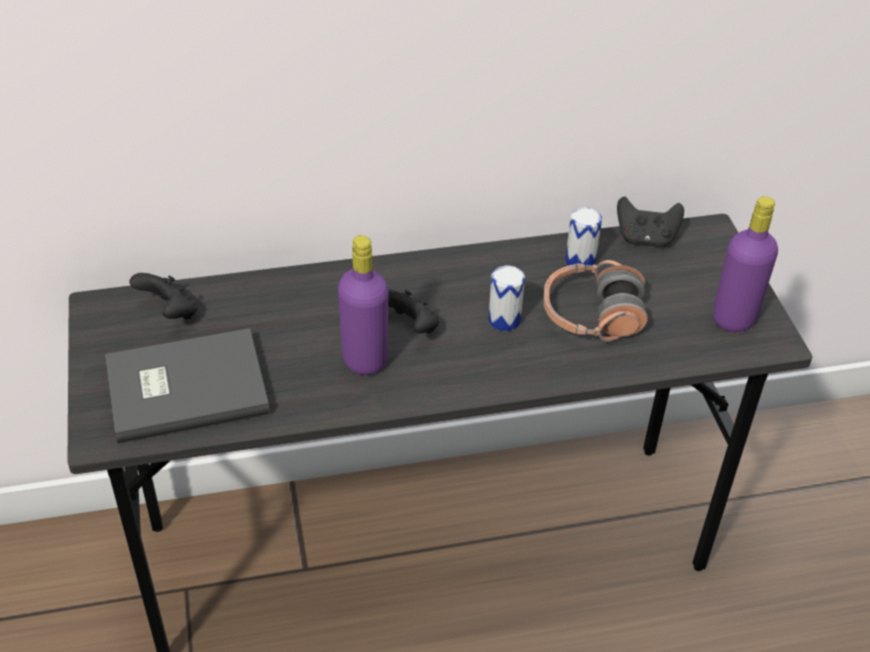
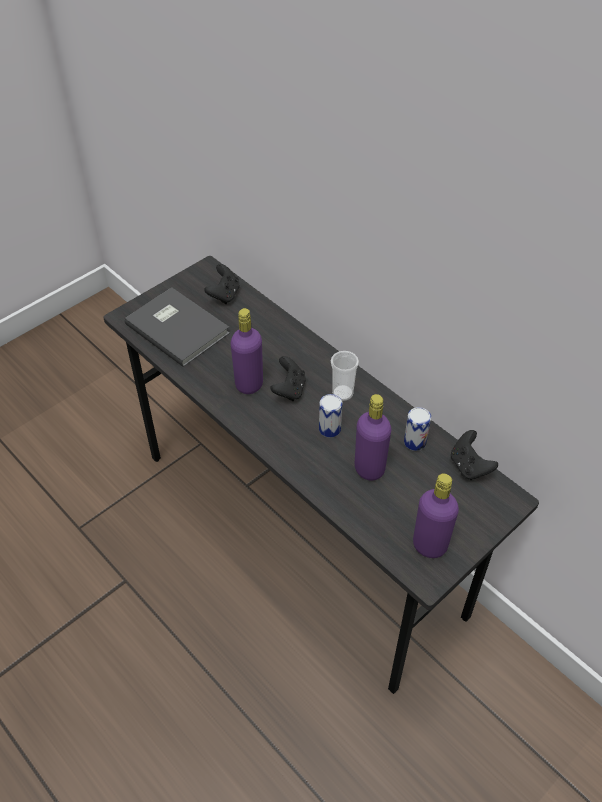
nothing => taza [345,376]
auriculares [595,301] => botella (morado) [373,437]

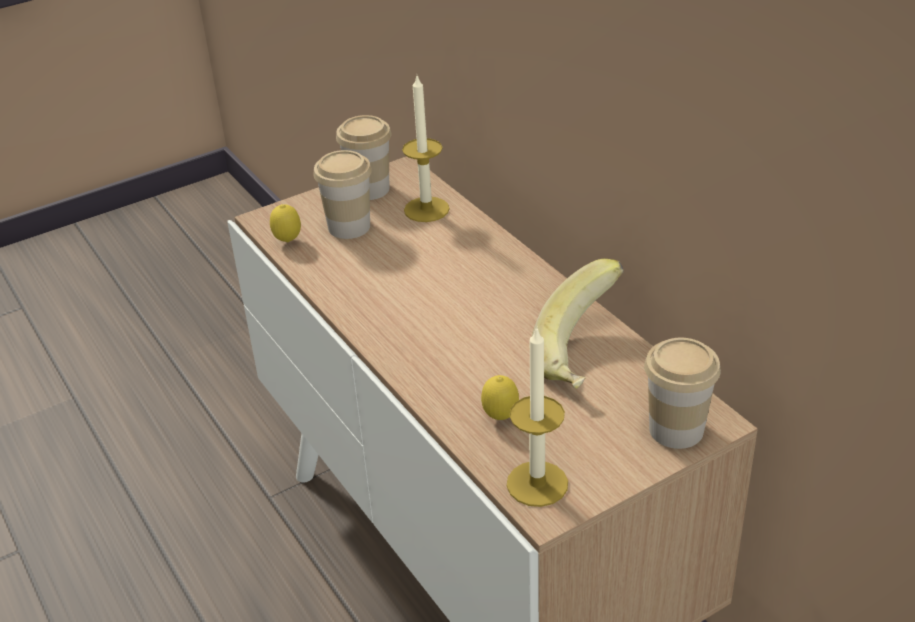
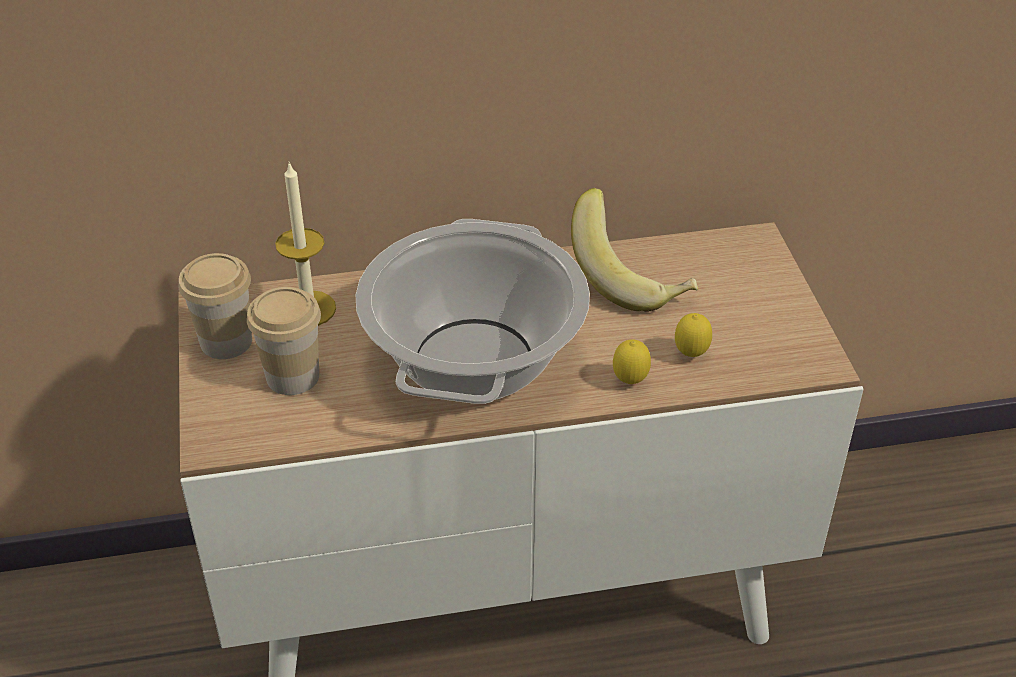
nothing => olla [473,311]
limón [285,223] => limón [632,361], shifted
vela [537,417] => nothing
taza [682,393] => nothing

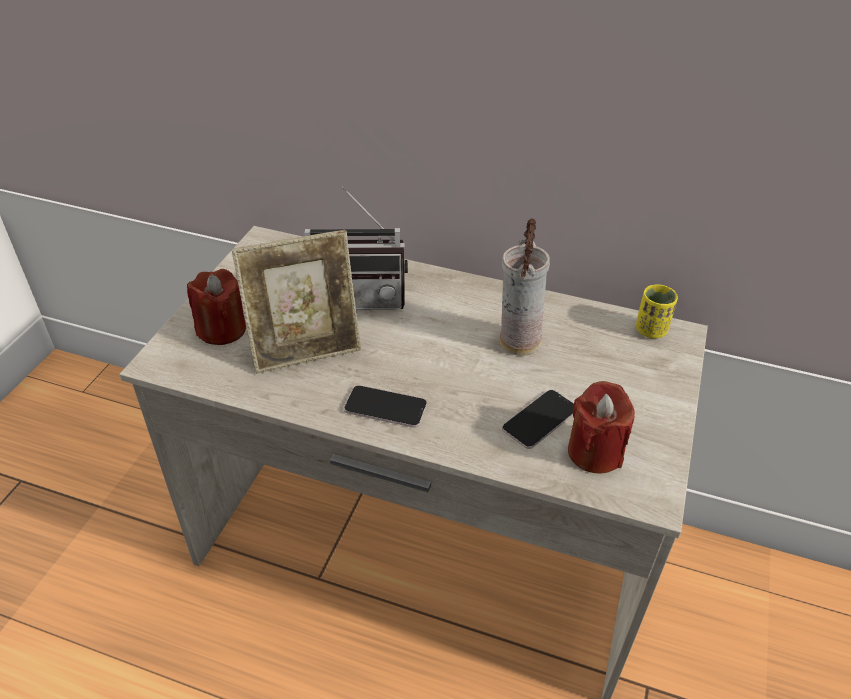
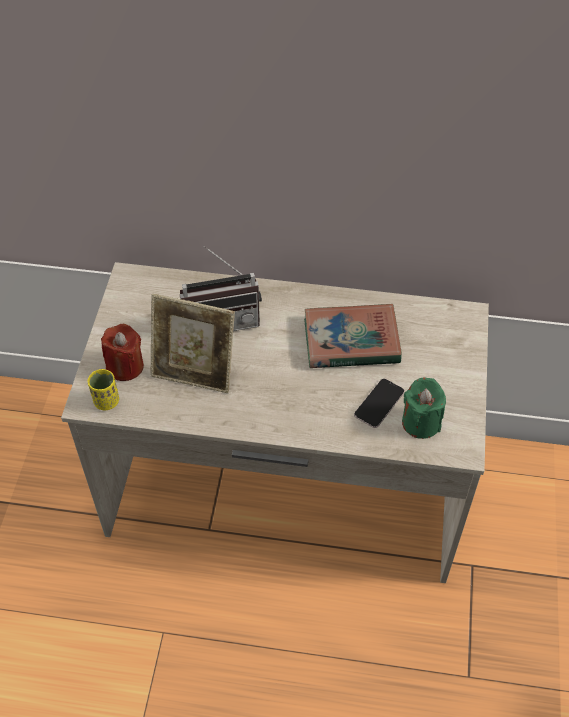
taza (amarillo) [657,311] => taza (amarillo) [103,389], shifted
portarretratos [296,302] => portarretratos [193,343], 45 degrees clockwise
florero [524,287] => libro [353,336]
vela (rojo) [601,427] => vela (verde) [424,408]
móvil [385,406] => nothing

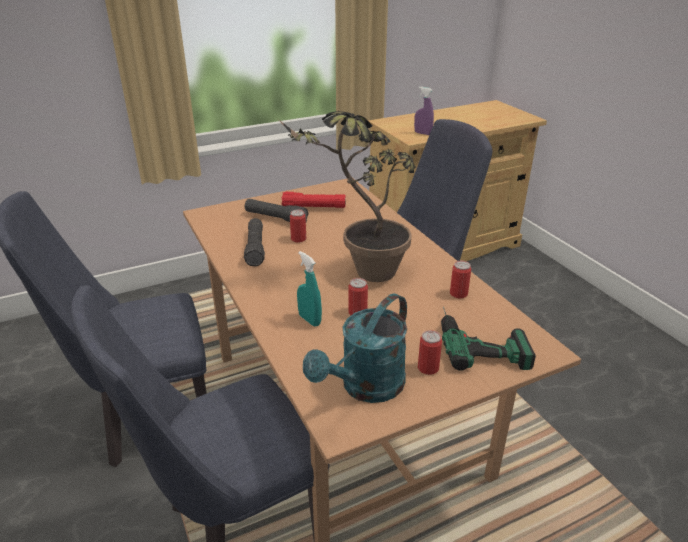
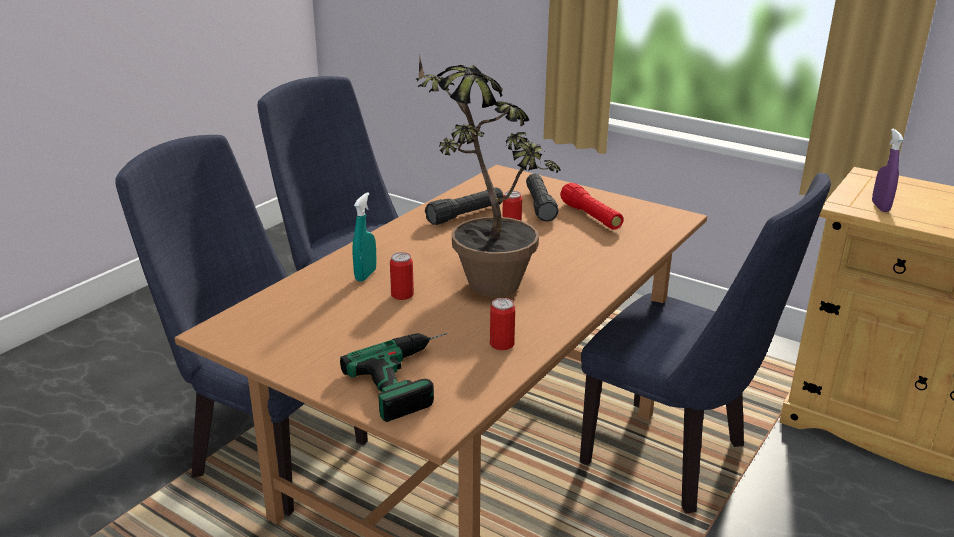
regadera (turquesa) [355,348] => nothing
lata [430,352] => nothing

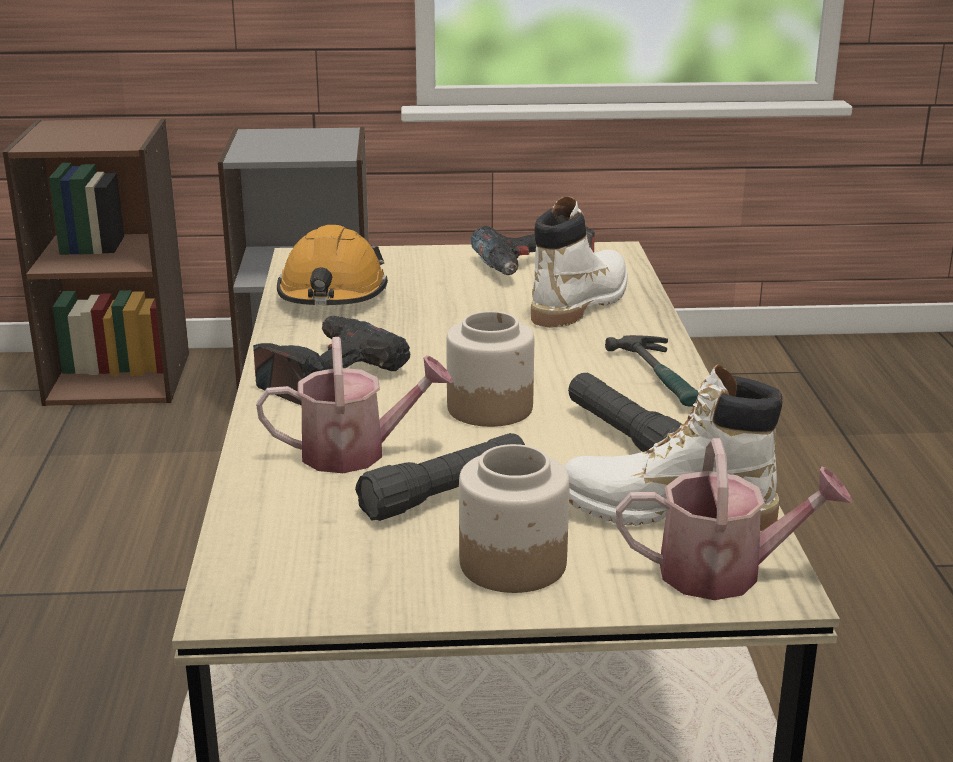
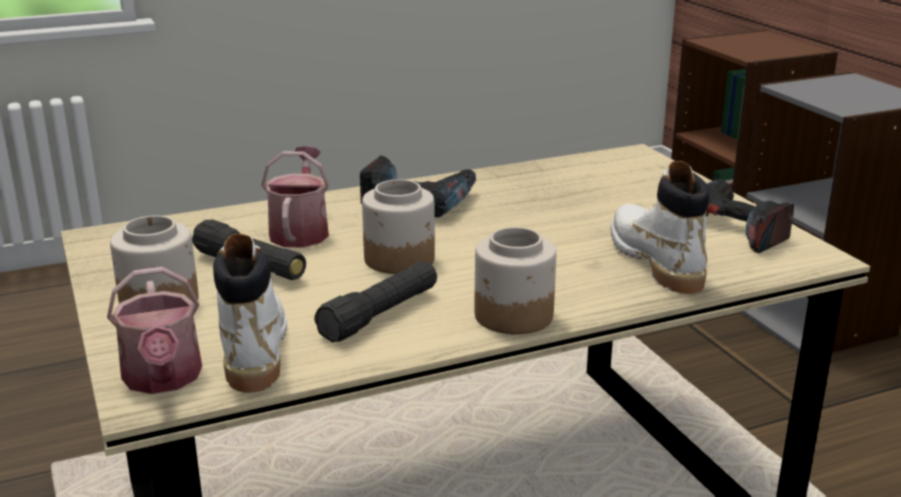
regadera [354,405] => regadera [295,196], 150 degrees counterclockwise
martillo [652,370] => tarro [515,280]
bota (blanco) [579,262] => bota (blanco) [660,227], 120 degrees counterclockwise
casco (naranja) [332,265] => nothing

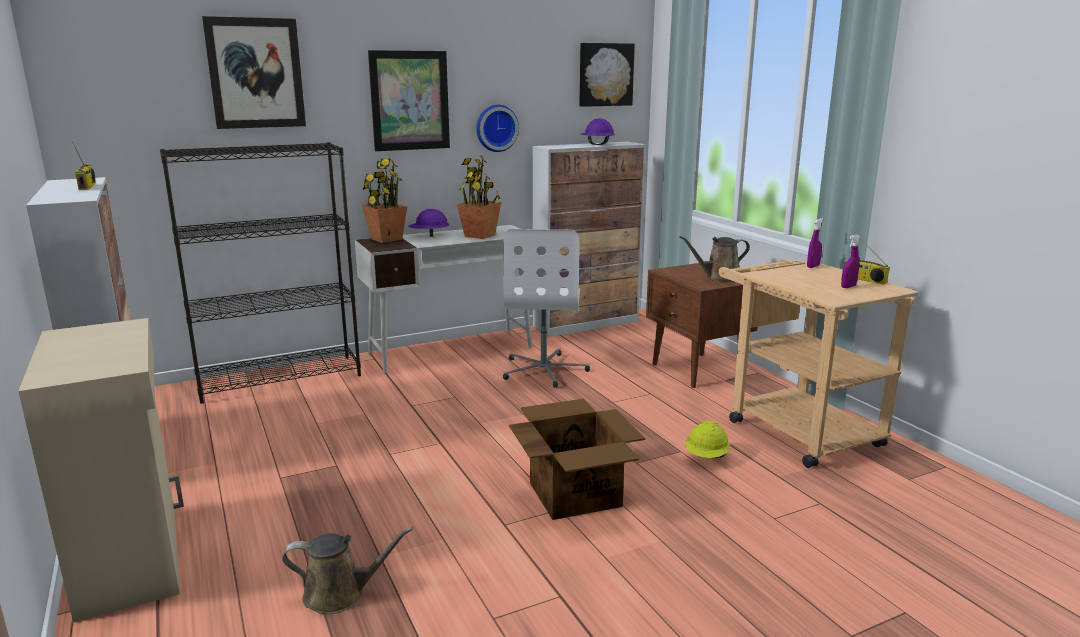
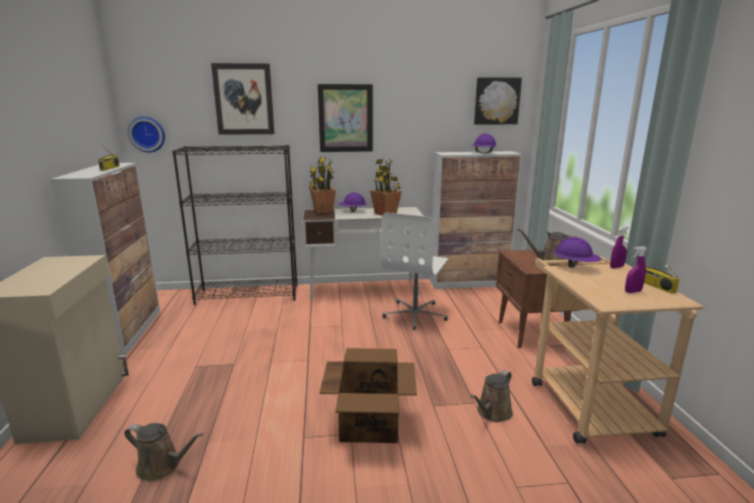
reloj de pared [497,128] => reloj de pared [146,134], shifted
casco (amarillo) [707,439] => regadera (marrón) [491,396]
nothing => casco (morado) [577,252]

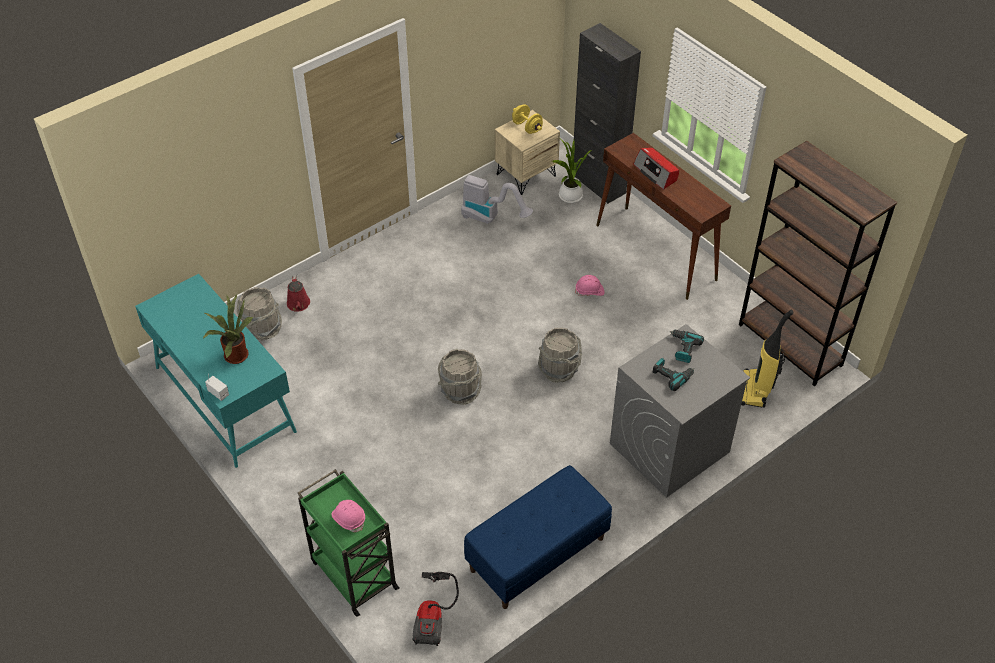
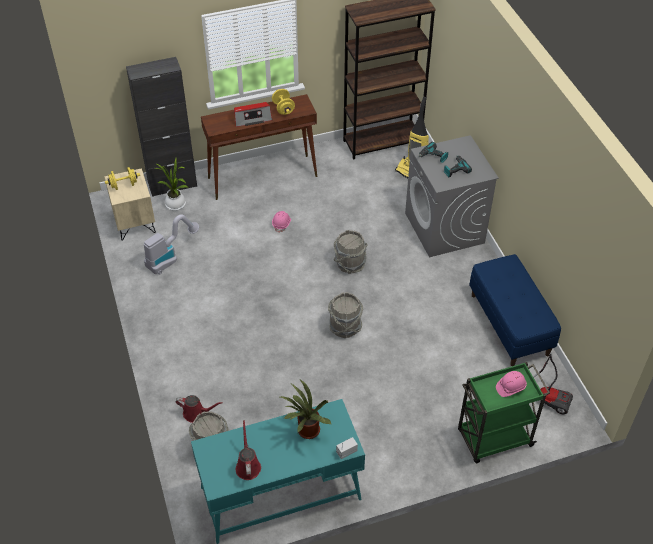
nothing => regadera (rojo) [248,450]
nothing => mancuerna (amarillo) [283,102]

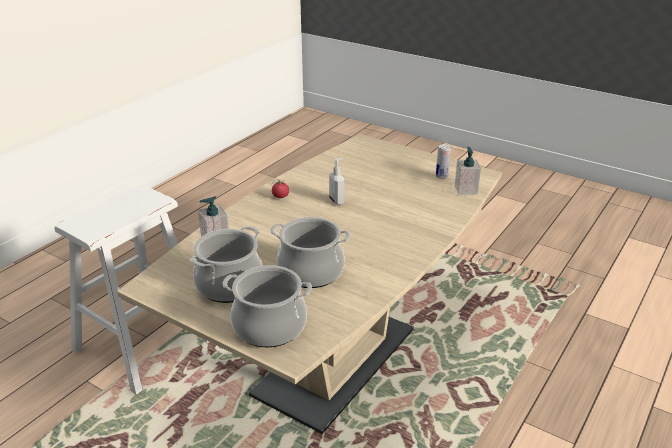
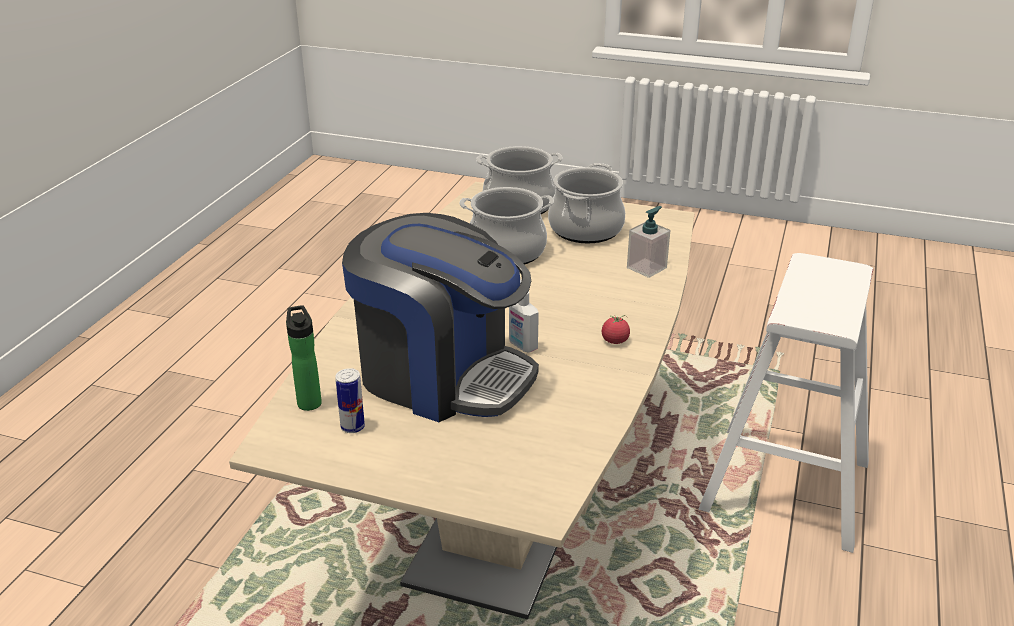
dispensador de jabón [468,171] => botella [304,358]
nothing => cafetera [440,317]

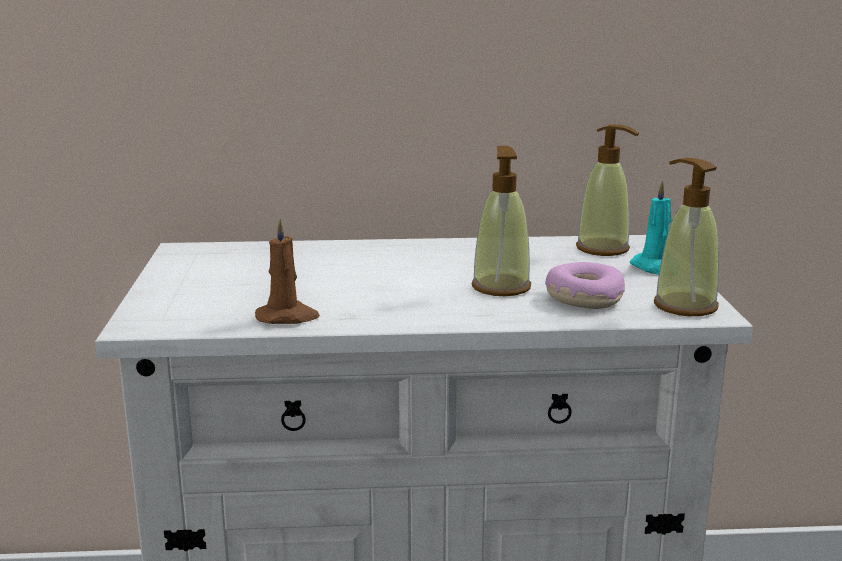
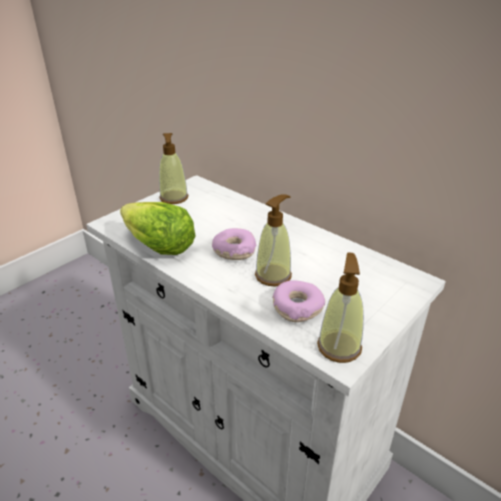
vela (marrón) [287,271] => lechuga [158,228]
dispensador de jabón [607,190] => dispensador de jabón [173,168], shifted
nothing => rosquilla [234,244]
vela (turquesa) [651,227] => nothing

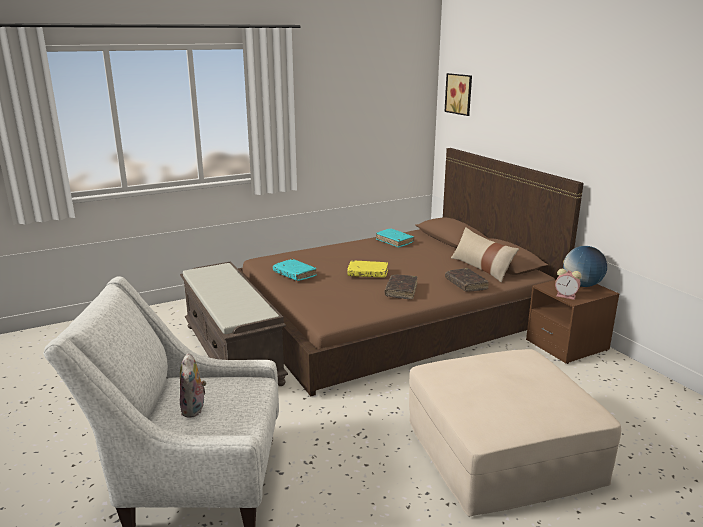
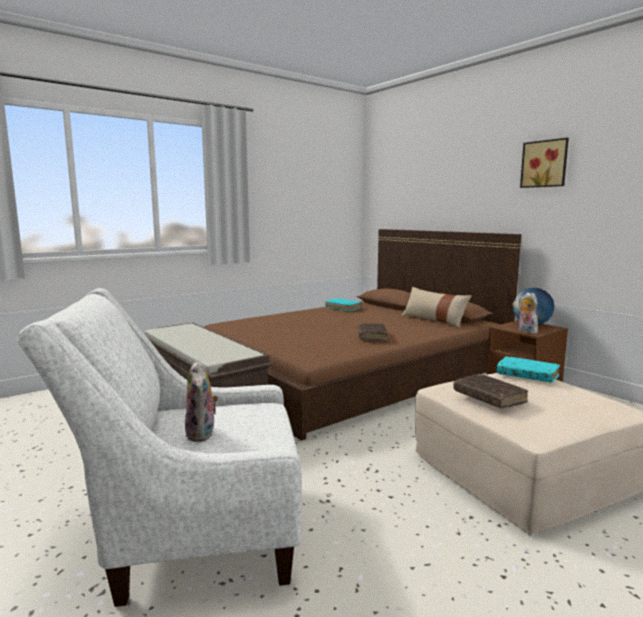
libro (marrón) [467,280] => libro (marrón) [490,391], shifted
libro (turquesa) [295,270] => libro (turquesa) [528,369], shifted
despertador [568,284] => peluche [528,313]
cuadro [458,94] => cuadro [544,163], shifted
libro (amarillo) [367,269] => nothing

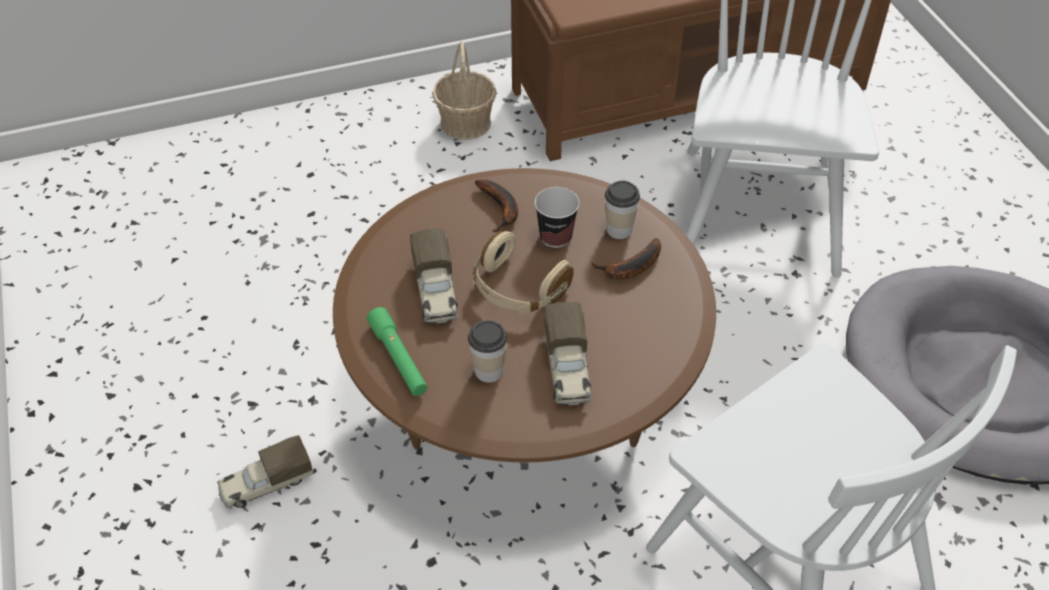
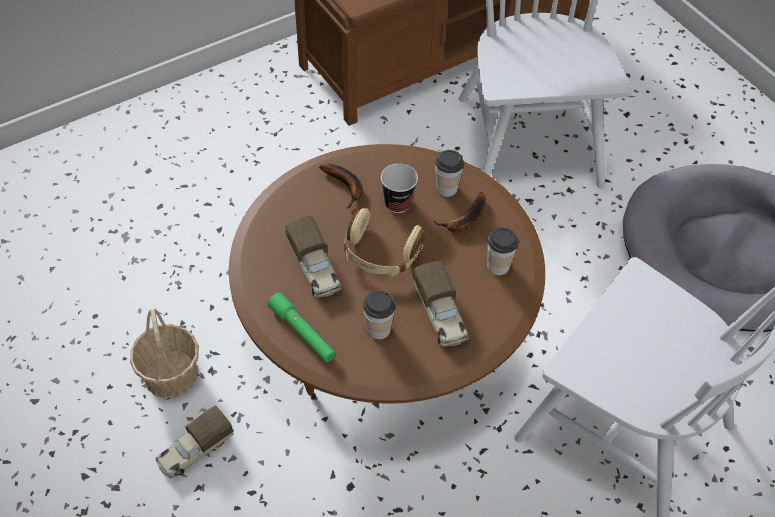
cesta [464,90] => cesta [164,354], shifted
nothing => taza [502,251]

